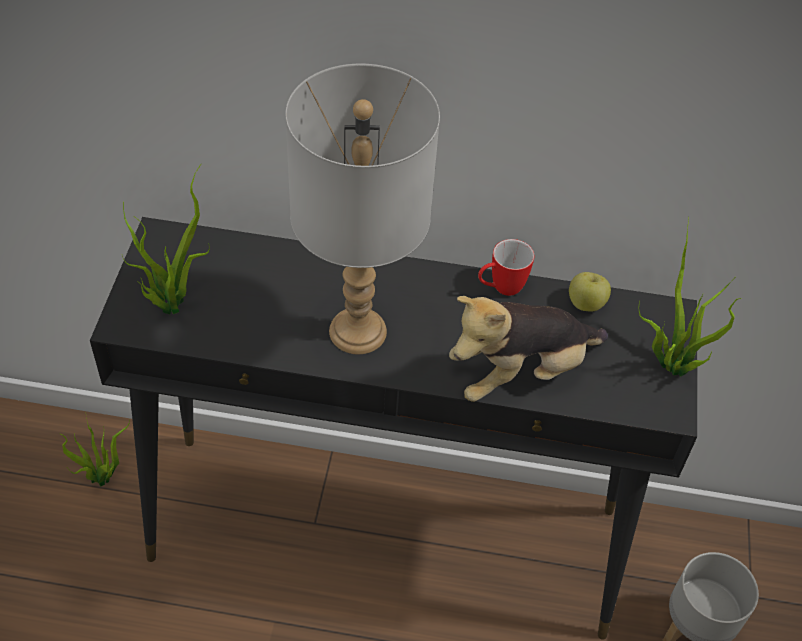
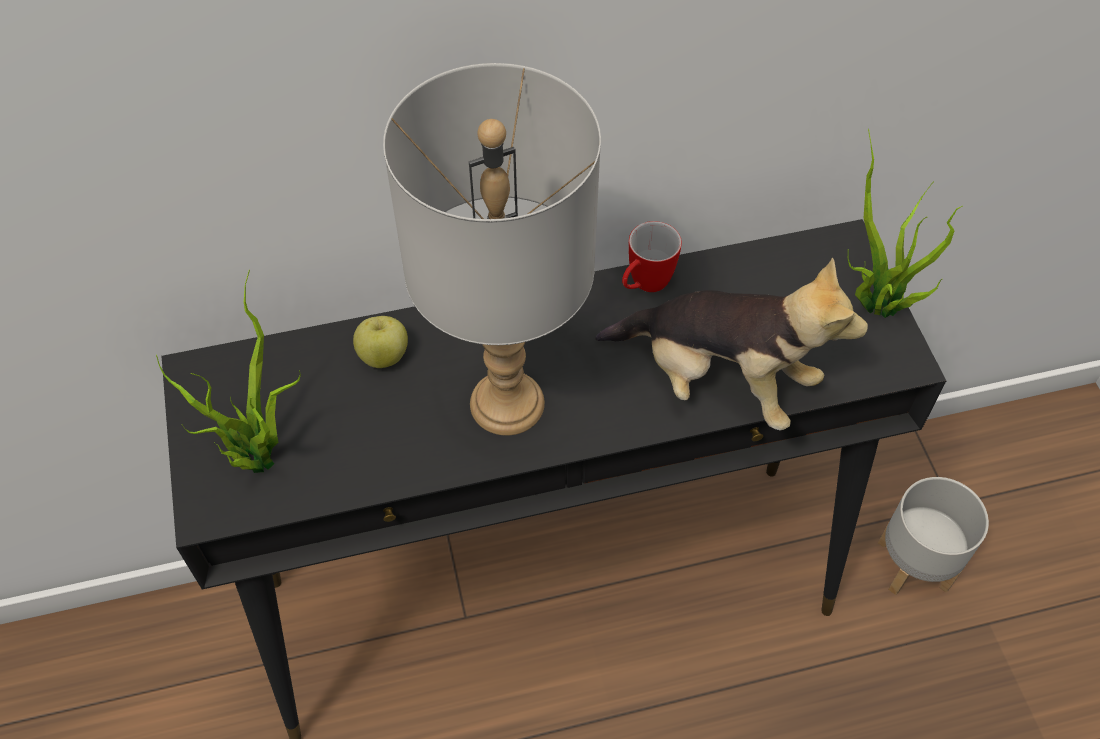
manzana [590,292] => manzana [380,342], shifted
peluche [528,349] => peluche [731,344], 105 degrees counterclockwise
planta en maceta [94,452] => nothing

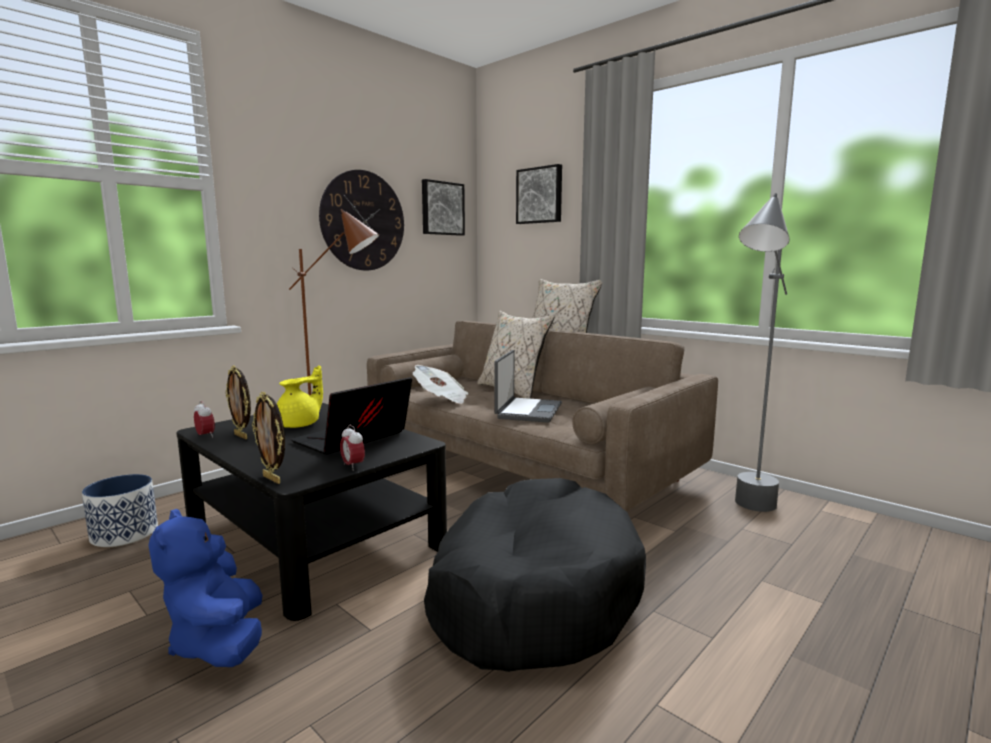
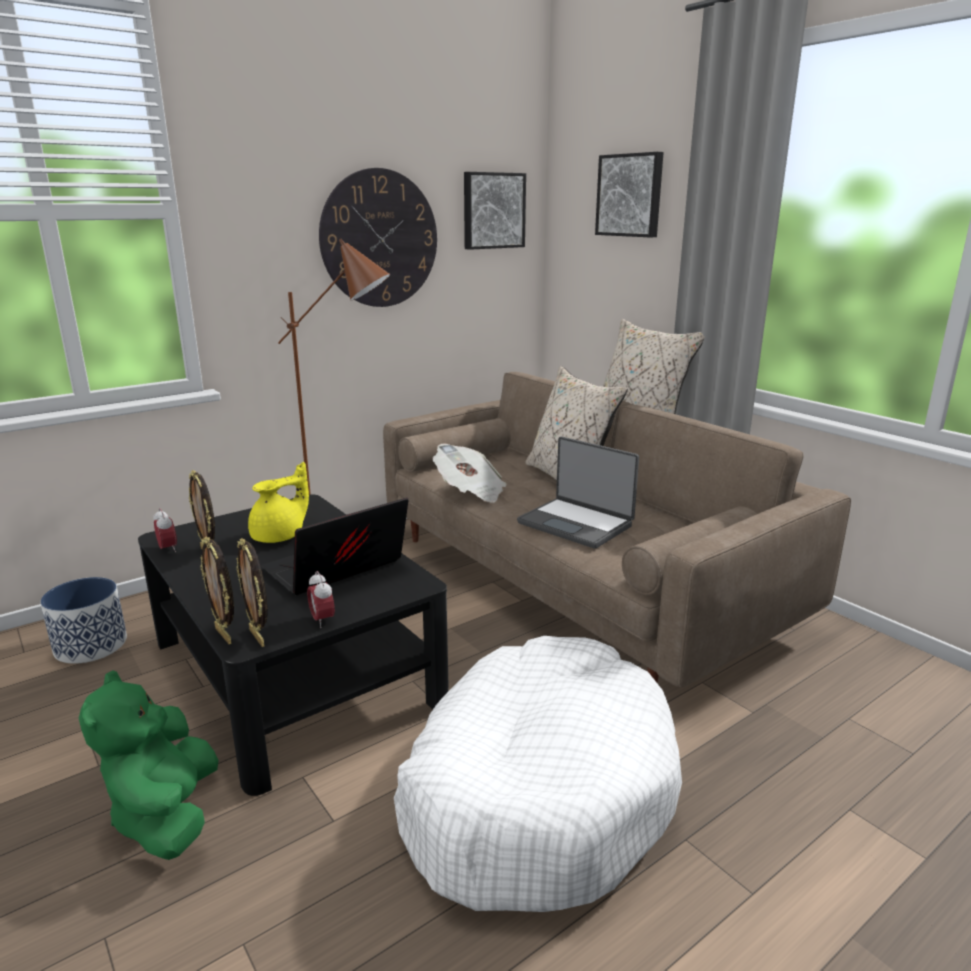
peluche (azul) [205,588] => peluche (verde) [149,765]
nothing => portarretratos [251,592]
cama para perro (negro) [535,575] => cama para perro (blanco) [538,774]
portátil [528,386] => portátil [578,492], 105 degrees clockwise
lámpara de pie (gris) [762,352] => nothing

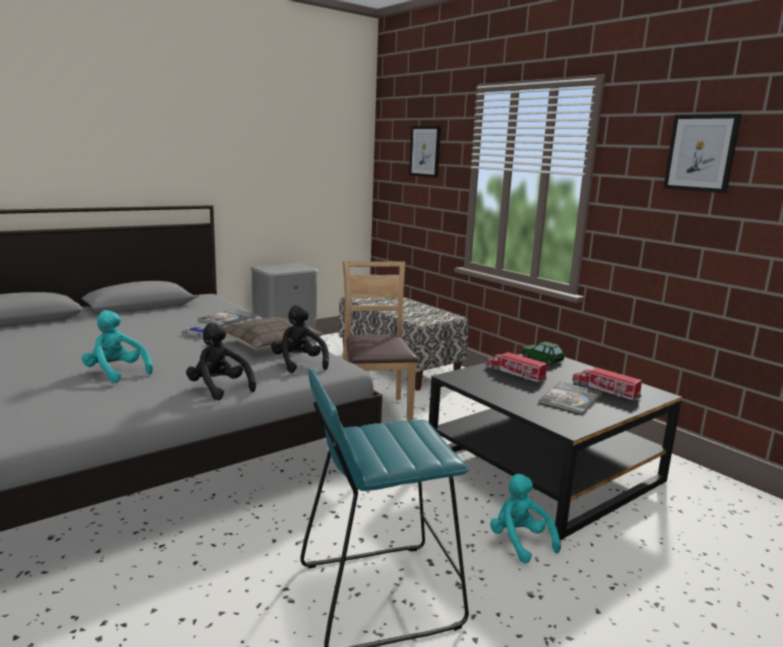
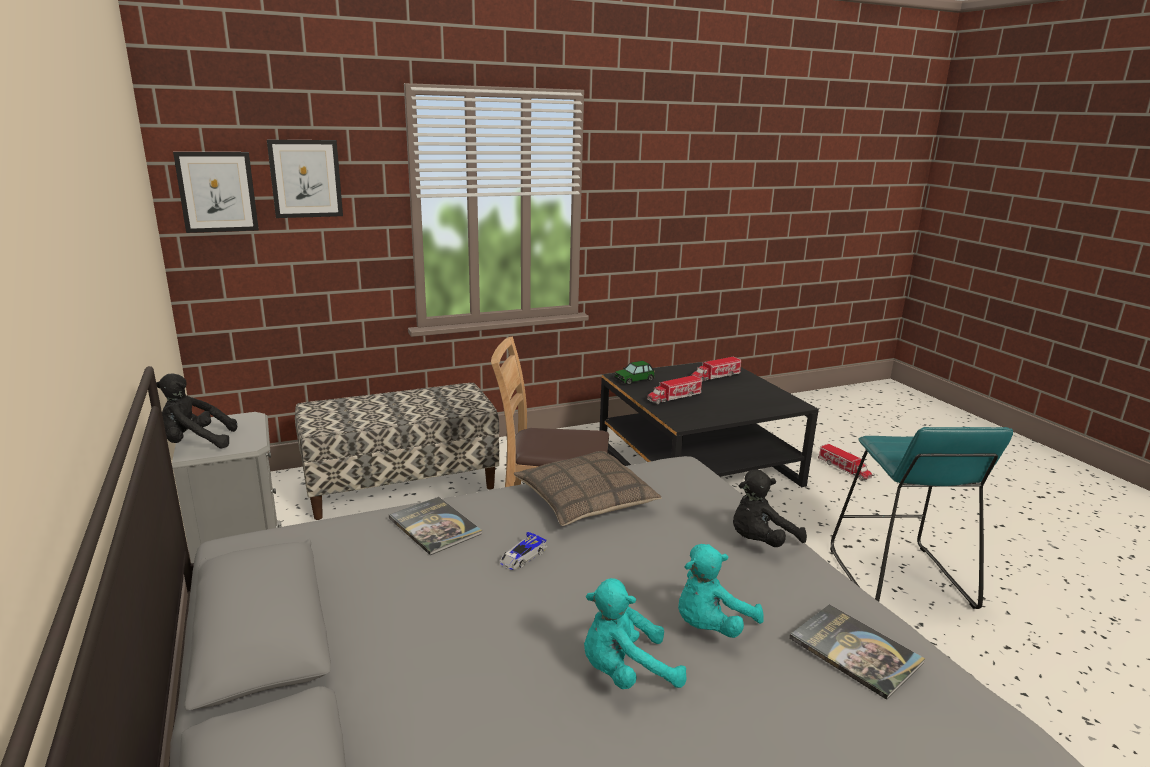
peluche (negro) [300,339] => peluche (negro) [196,410], shifted
cuadro [702,153] => cuadro [216,192], shifted
peluche (turquesa) [525,518] => peluche (turquesa) [635,633], shifted
libro [570,397] => libro [857,652], shifted
nothing => camión de juguete [845,462]

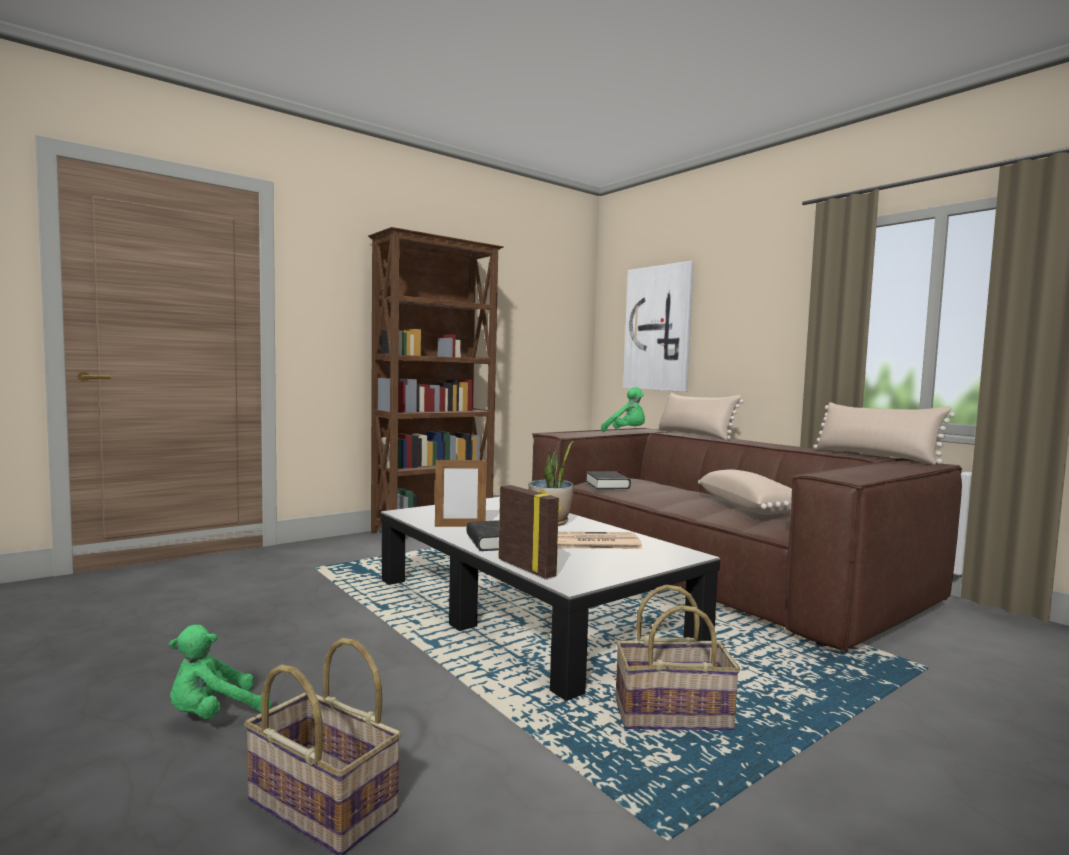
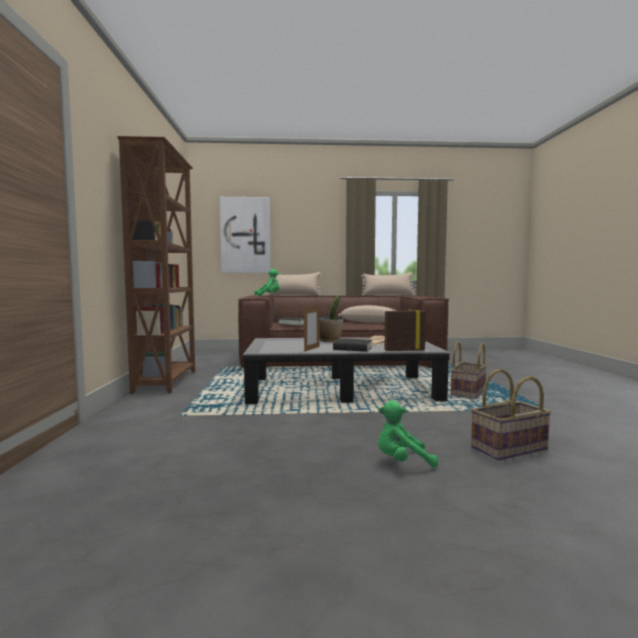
peluche (verde) [220,672] => peluche (verde) [408,434], 90 degrees clockwise

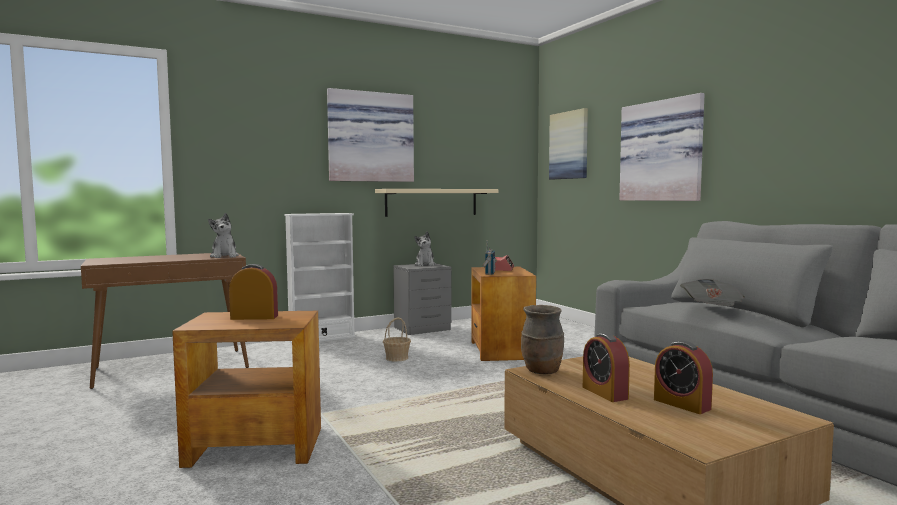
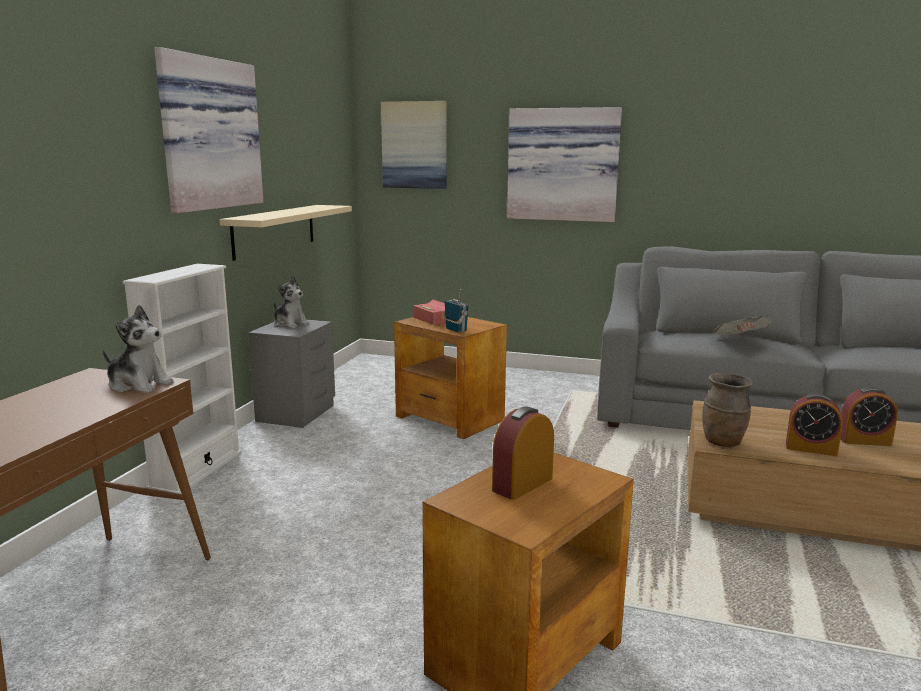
cesta [397,339] => nothing

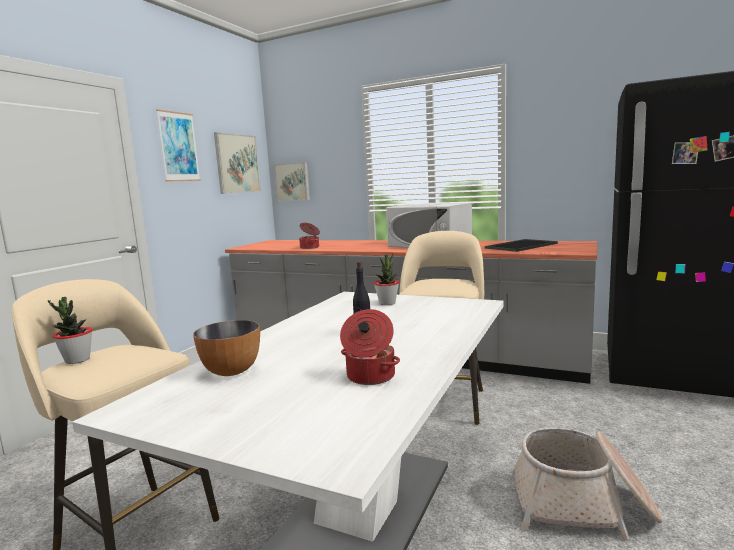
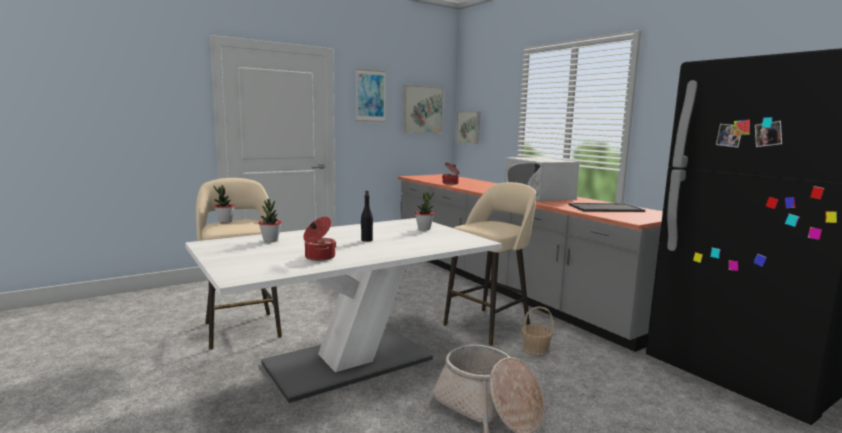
cuenco [226,348] => planta en maceta [270,220]
nothing => cesta [537,330]

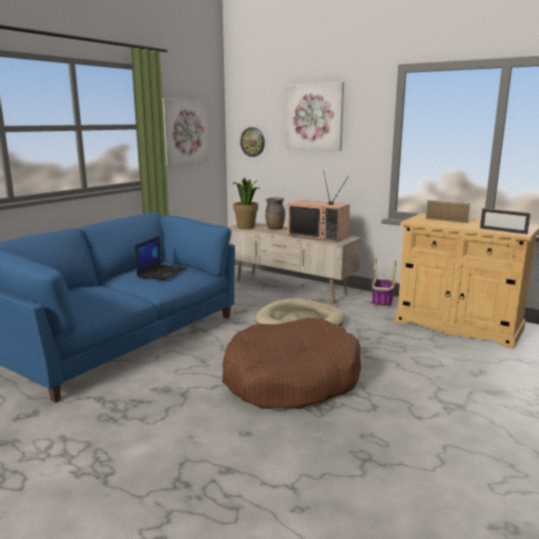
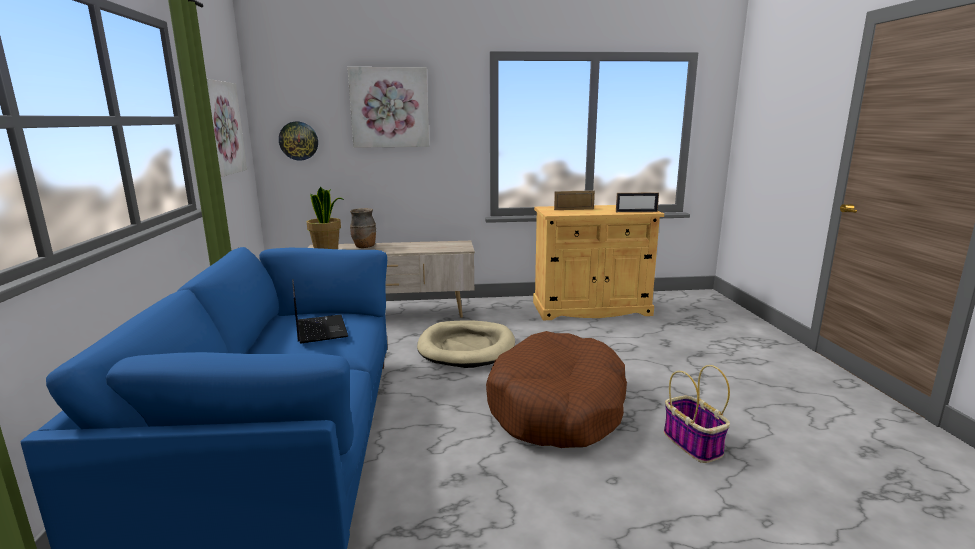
cesta [384,282] => cesta [697,414], shifted
televisor [319,206] => nothing

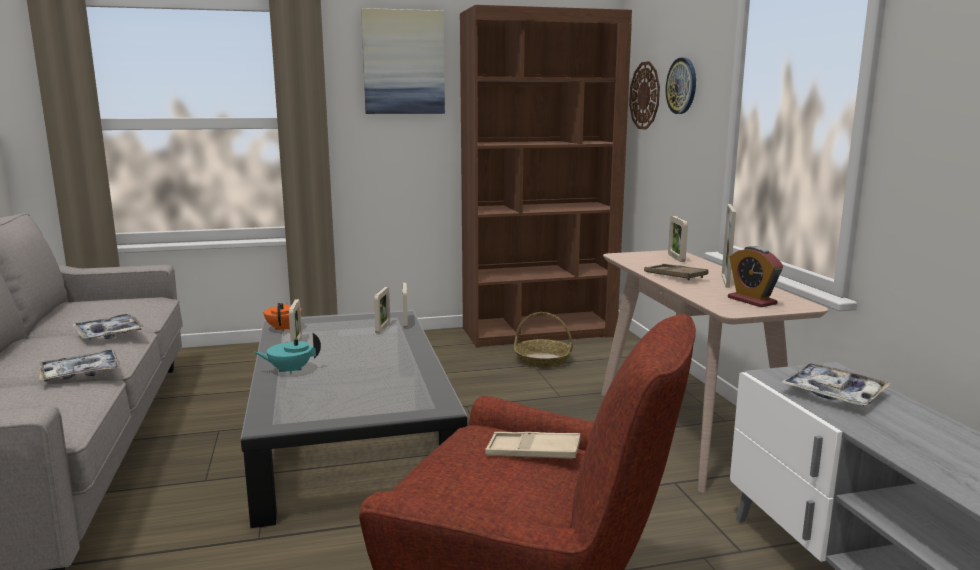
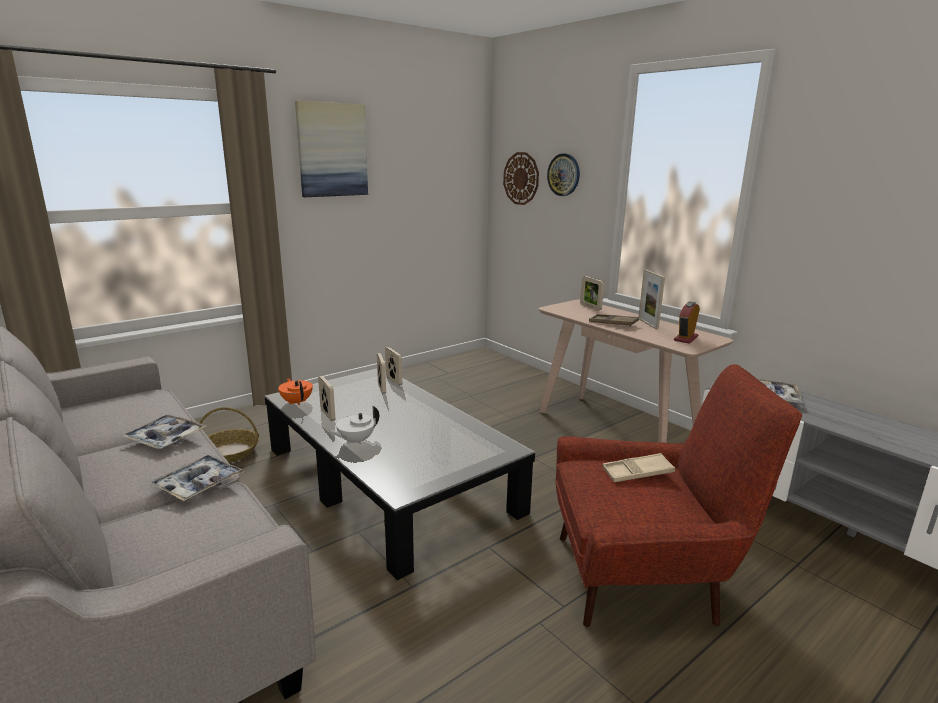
cesta [543,339] => cesta [229,435], shifted
tetera (turquesa) [287,353] => tetera (blanco) [353,425]
despertador [755,276] => despertador [687,323], 90 degrees clockwise
estantería (marrón) [546,176] => nothing

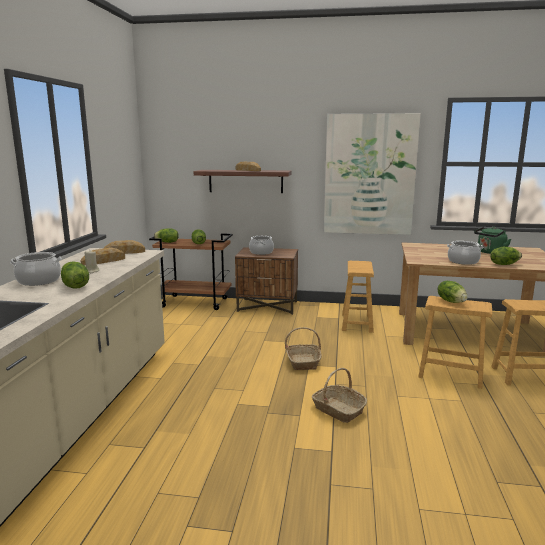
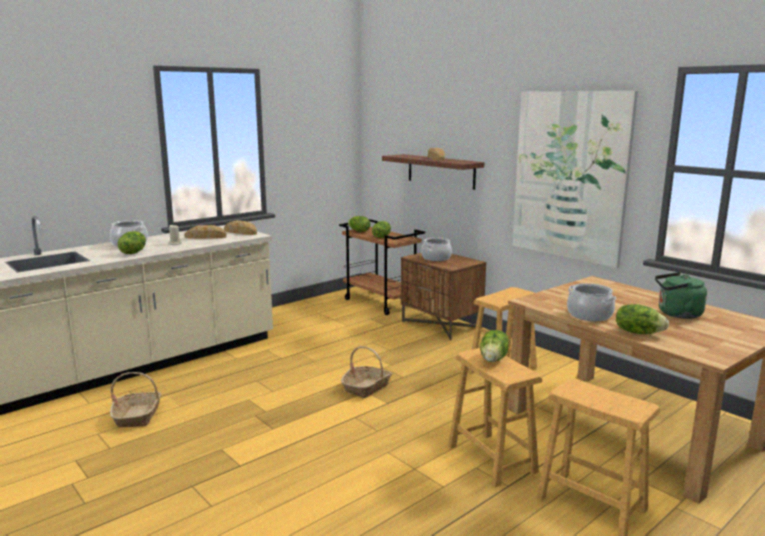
cesta [339,395] => cesta [135,399], shifted

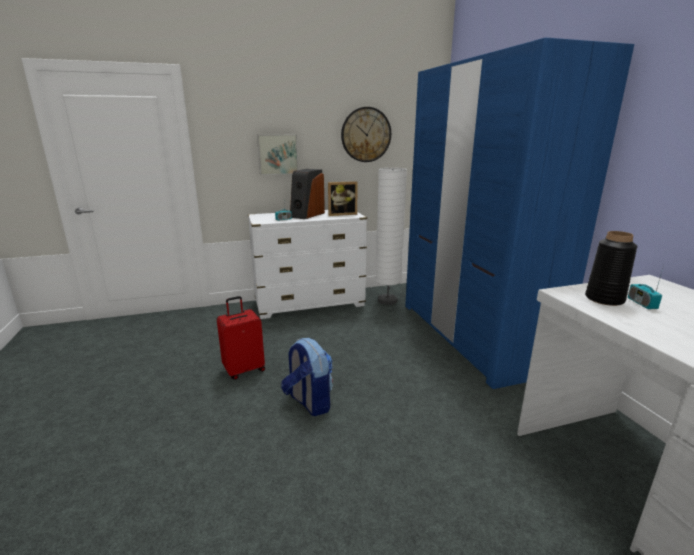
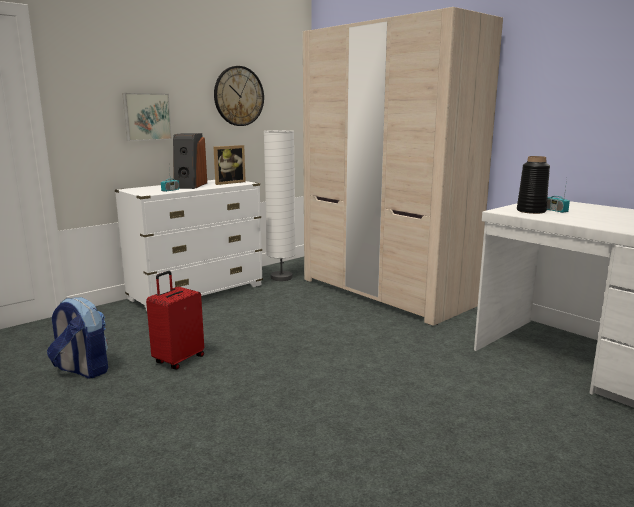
mochila [307,377] => mochila [77,337], shifted
armario ropero (azul) [519,213] => armario ropero (beis) [403,166]

